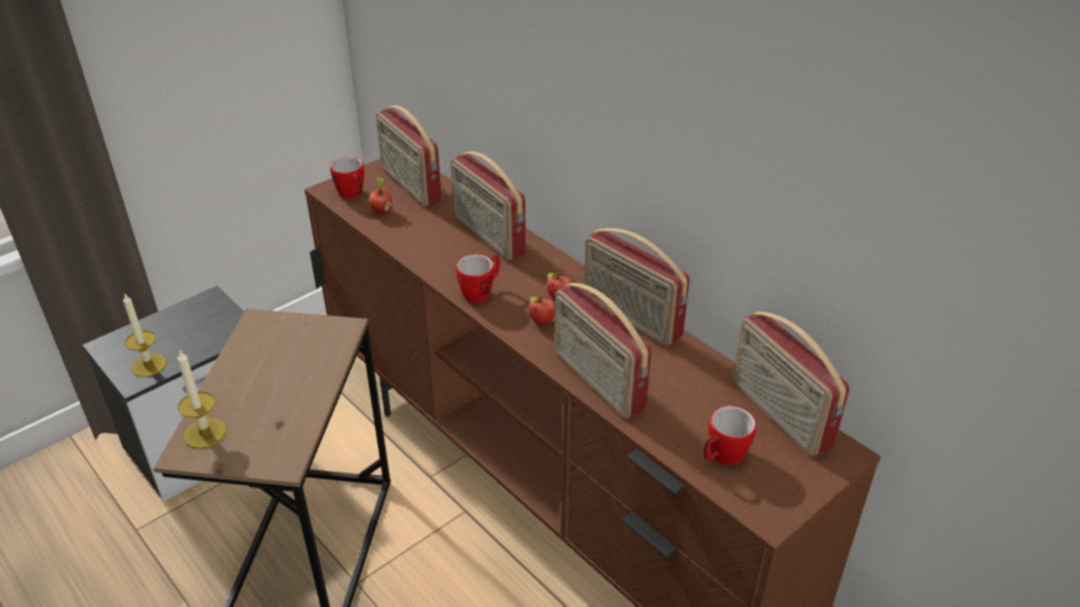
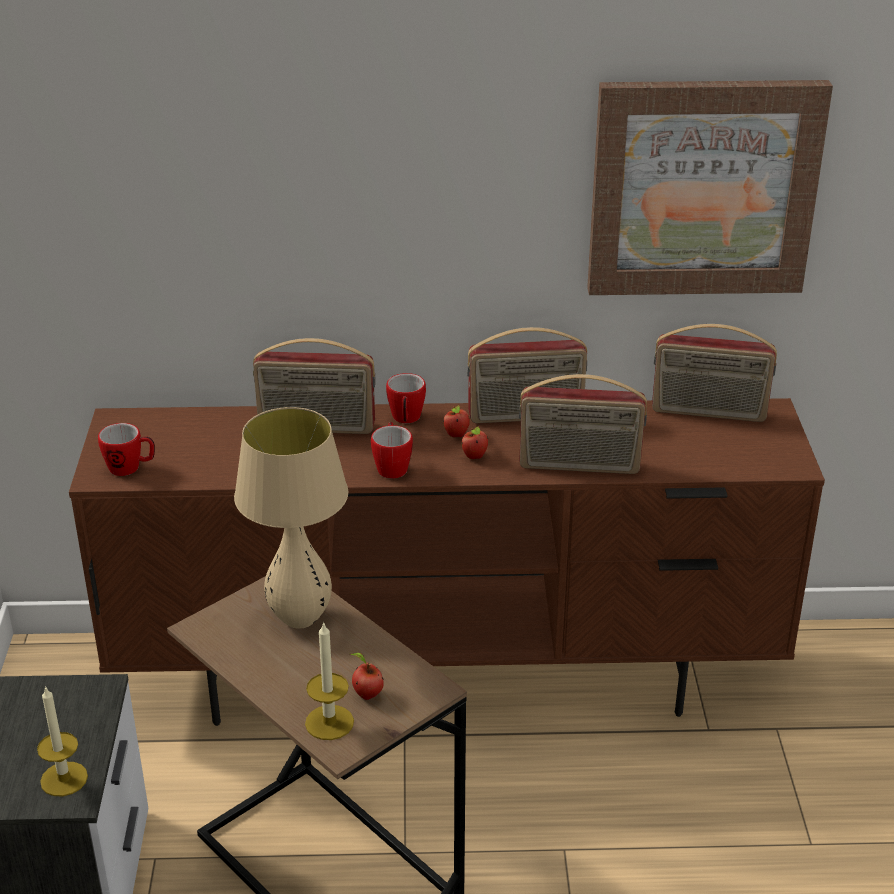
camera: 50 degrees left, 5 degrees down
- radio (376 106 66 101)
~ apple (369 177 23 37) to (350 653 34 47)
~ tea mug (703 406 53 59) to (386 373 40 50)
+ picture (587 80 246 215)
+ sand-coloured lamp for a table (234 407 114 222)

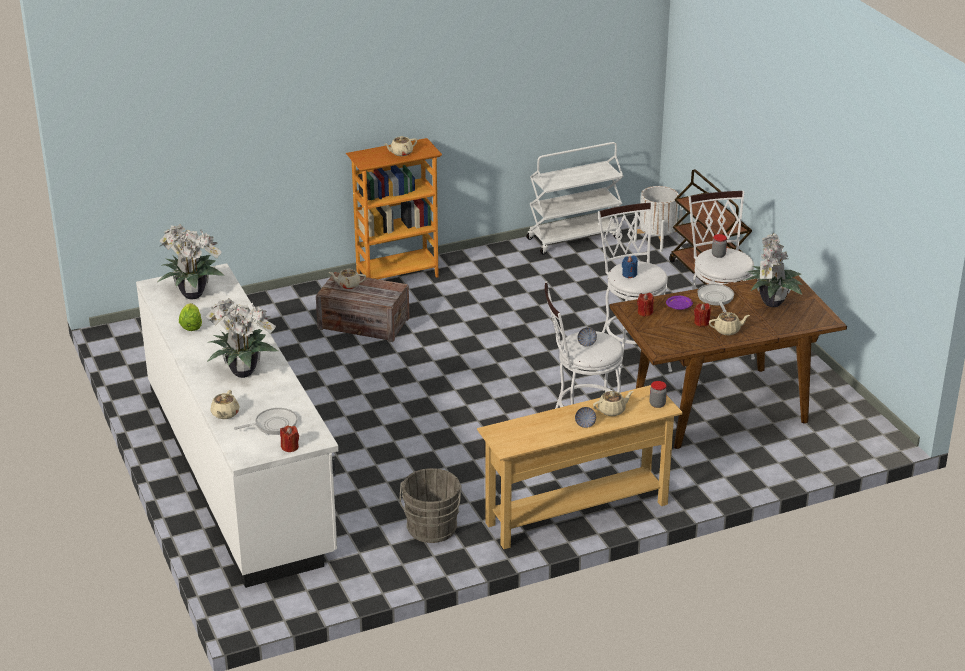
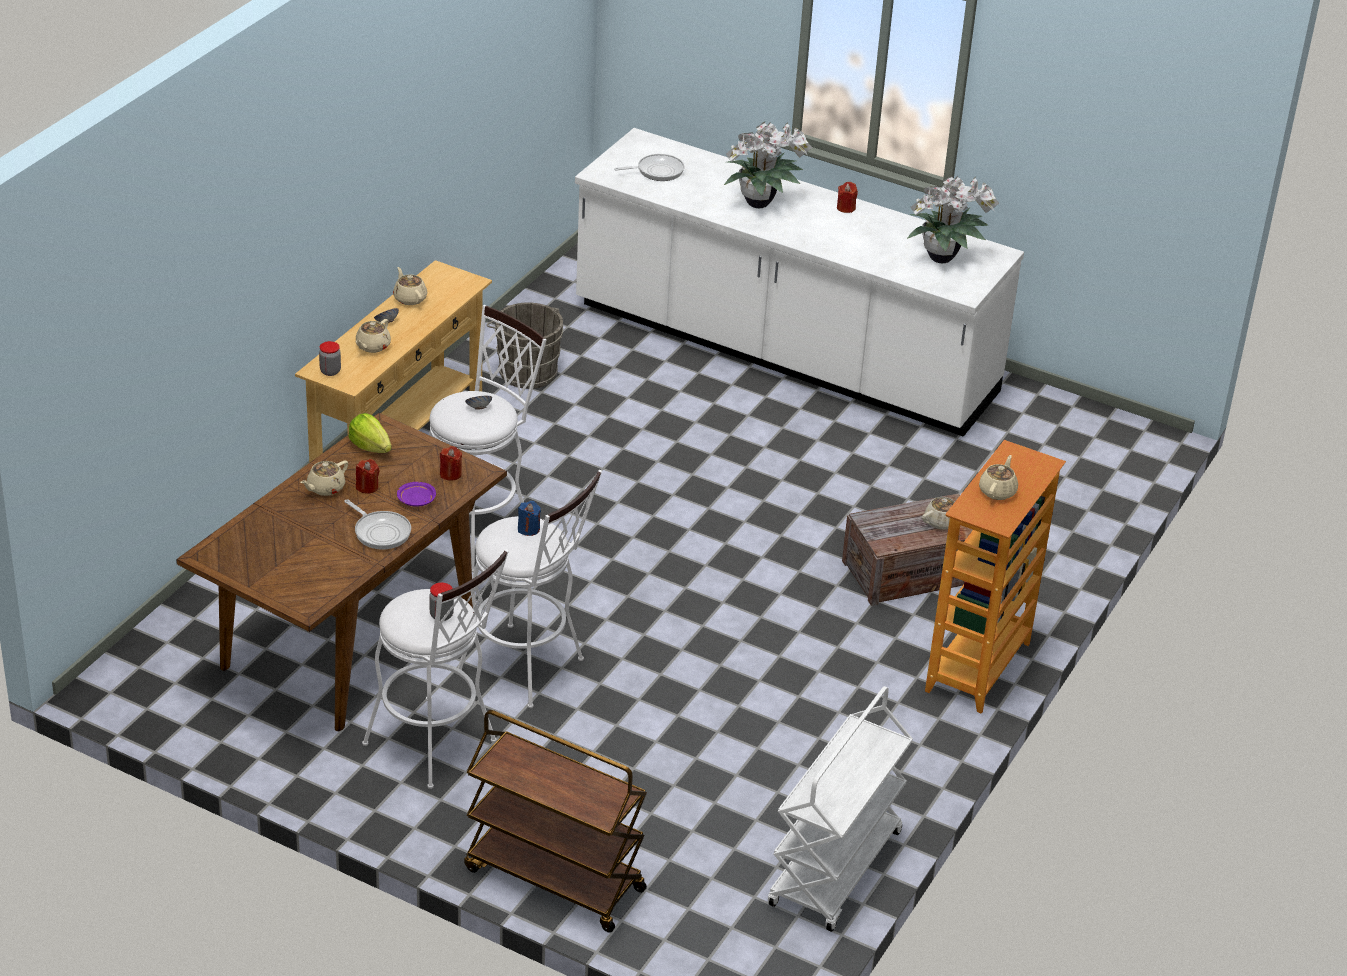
camera: 140 degrees right, 5 degrees up
- white flower pot (634 186 49 66)
- potted plant (743 232 60 75)
~ lettuce (179 303 23 28) to (348 413 44 40)
~ sand-coloured tea pot (210 390 29 29) to (393 267 35 38)
~ frying pan (234 408 63 27) = (614 154 70 27) 135 degrees counterclockwise
~ red candle (280 425 19 27) to (837 182 21 31)

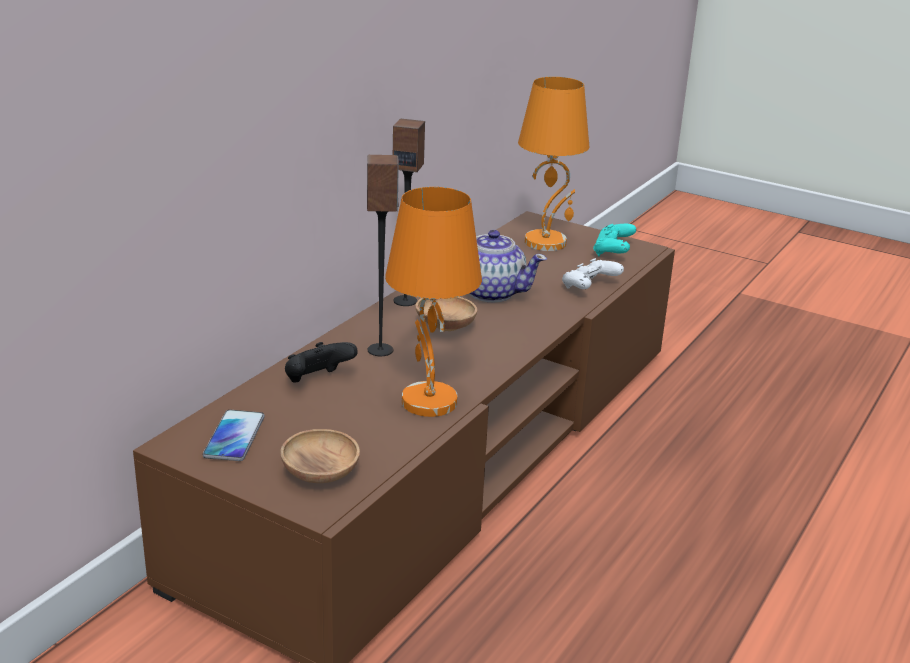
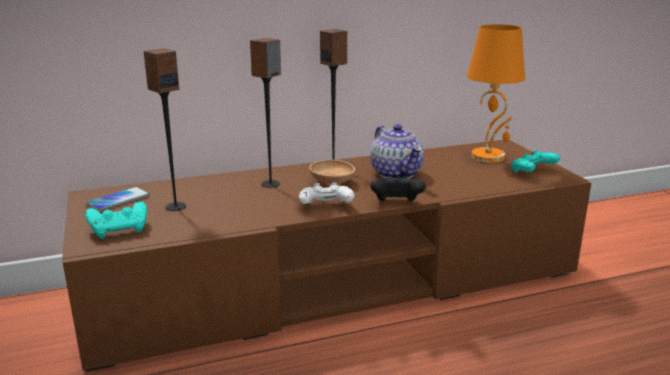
camera: 40 degrees right, 5 degrees down
- orange-coloured lamp for a table (385 187 97 230)
~ white joypad (562 258 62 31) to (299 183 55 21)
~ black-coloured joypad (285 342 73 41) to (370 176 56 26)
~ brown-coloured deep dish (281 429 79 54) to turquoise-coloured joypad (85 201 62 38)
+ loudspeaker (144 48 42 163)

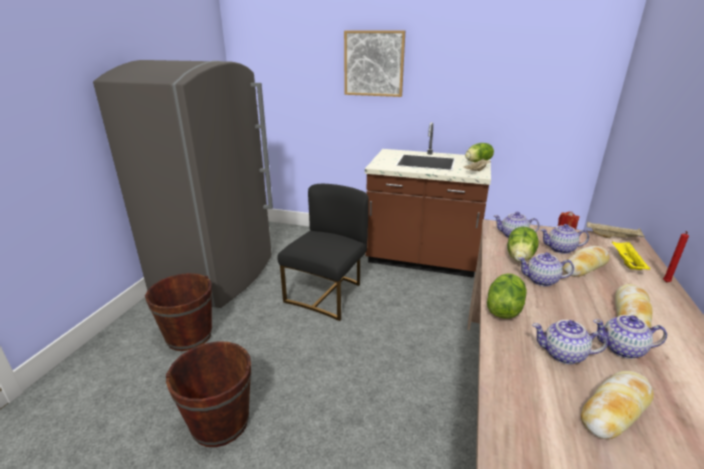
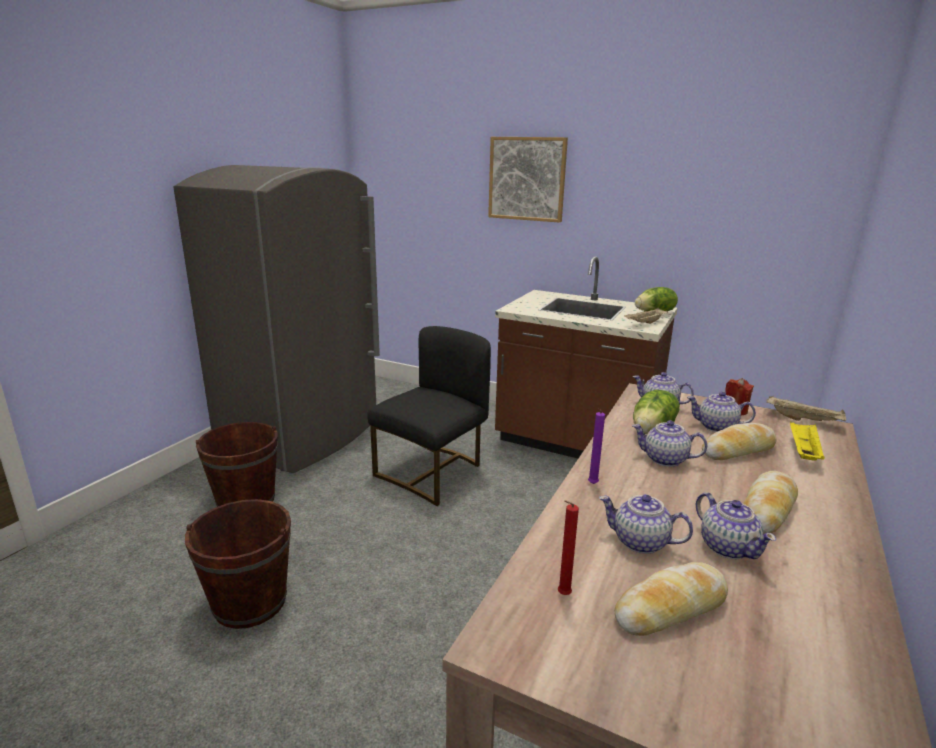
camera: 10 degrees right, 5 degrees down
~ red candle (663 231 26 52) to (558 500 21 95)
~ lettuce (487 273 40 46) to purple-coloured candle (588 409 17 75)
~ tea pot (594 315 73 44) = (696 492 80 67) 135 degrees counterclockwise

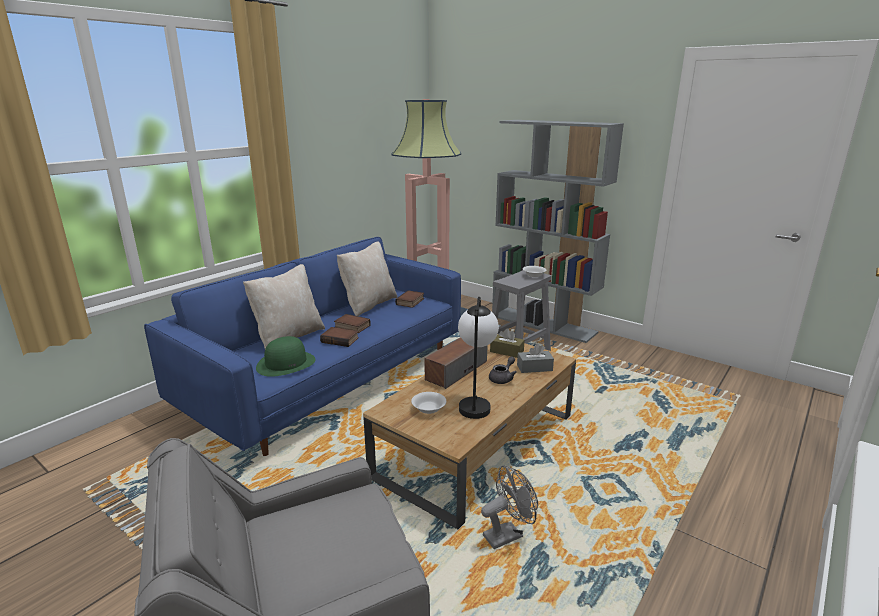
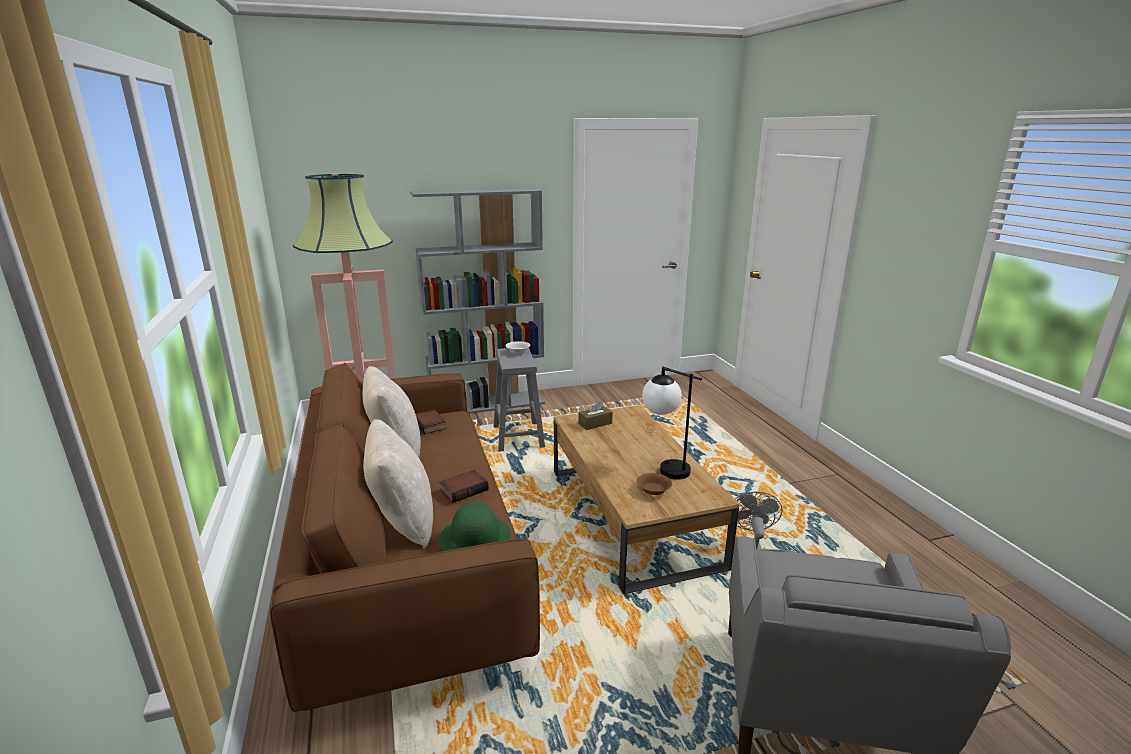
camera: 55 degrees left, 0 degrees up
~ blue couch (144 237 317 219) to brown-coloured couch (270 363 270 349)
- bound book (334 314 37 19)
- loudspeaker (424 337 64 52)
- gray tissue box (517 344 37 29)
- gray tea pot (489 356 28 28)
~ white deep dish (411 392 35 22) to brown-coloured deep dish (637 473 35 22)

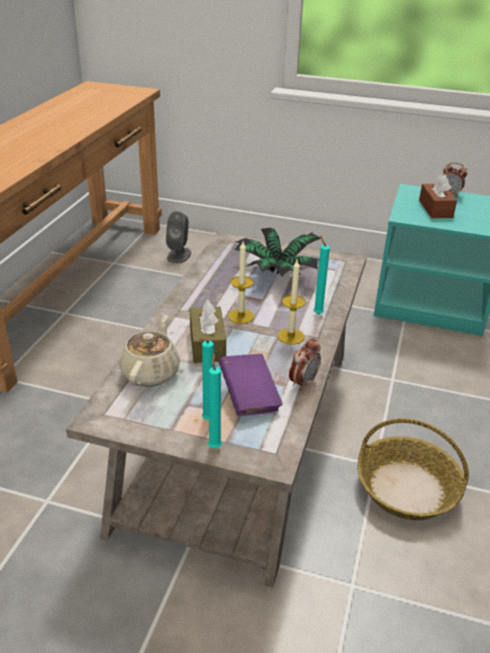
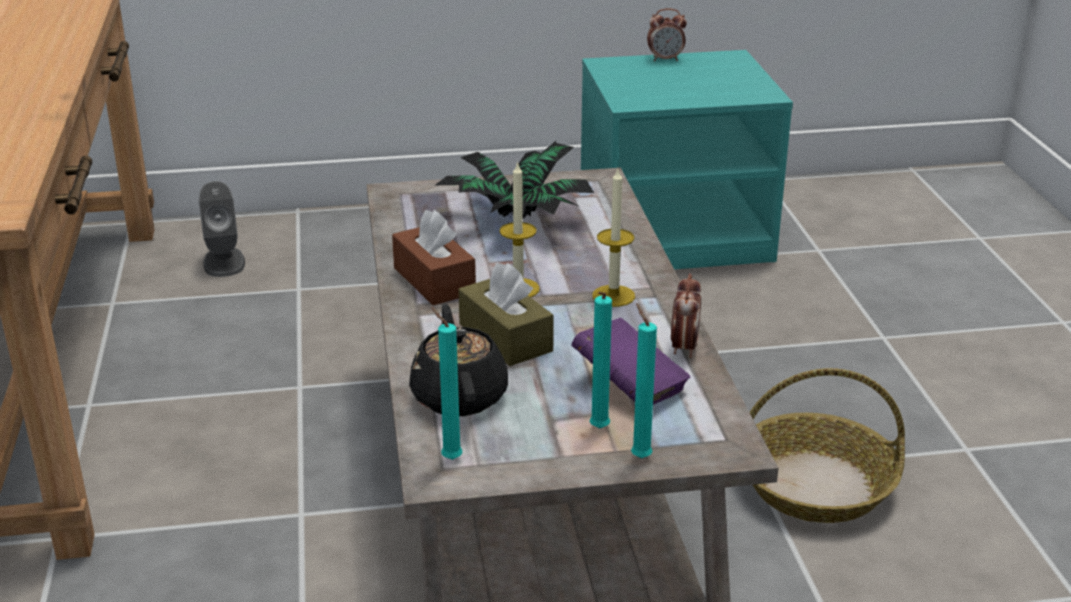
camera: 25 degrees left, 5 degrees down
~ brown-coloured tissue box (419 174 38 44) to (392 210 84 95)
~ turquoise-coloured candle (314 235 16 79) to (431 307 31 153)
~ sand-coloured tea pot (119 316 61 71) to black-coloured tea pot (409 304 99 112)

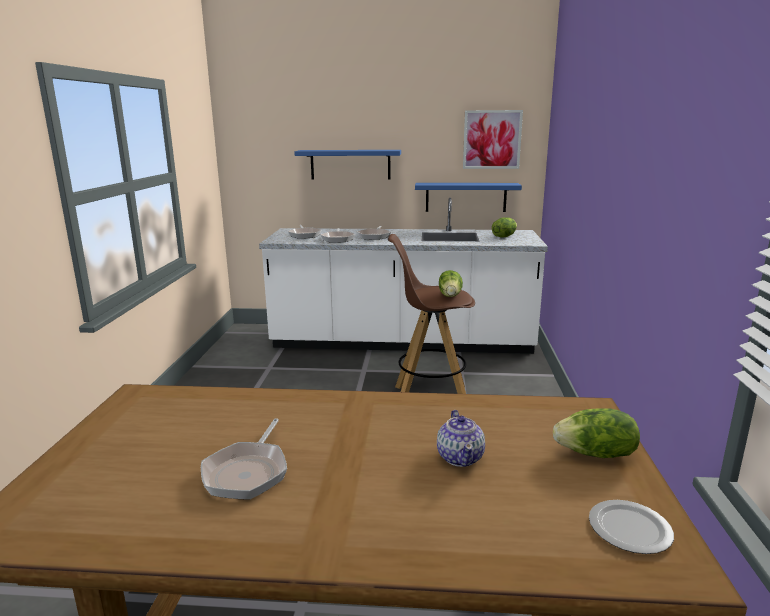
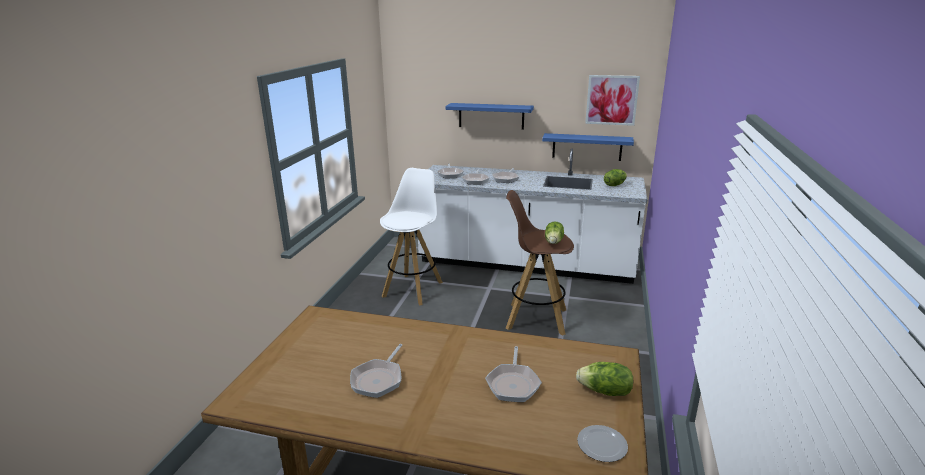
camera: 10 degrees right, 5 degrees up
~ tea pot (437 410 48 57) to frying pan (485 346 57 56)
+ white stool (380 168 63 138)

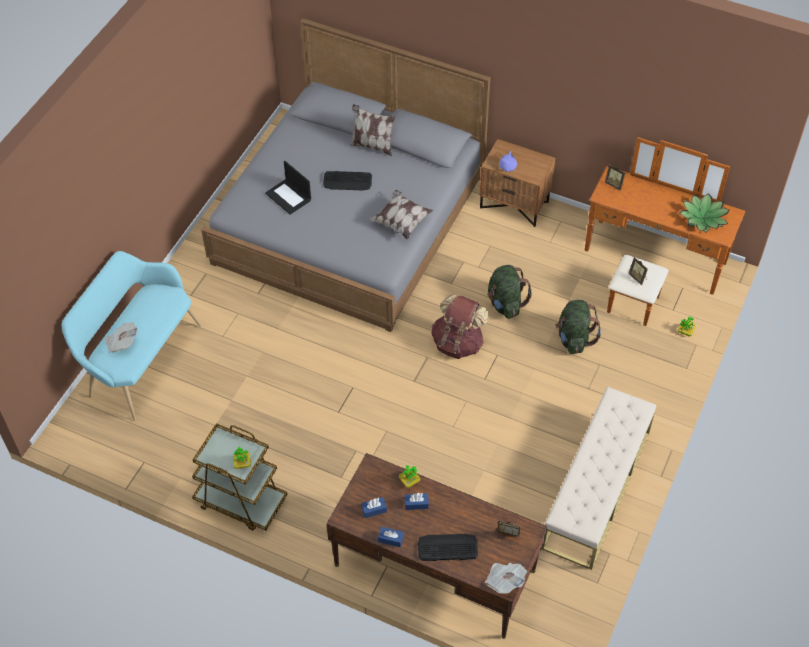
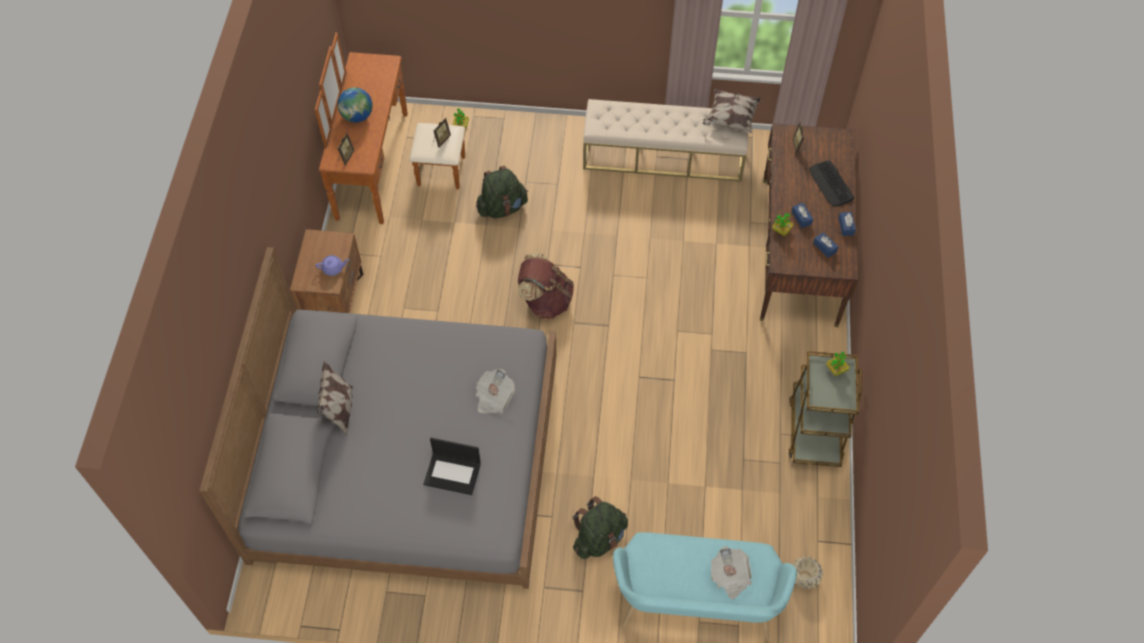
camera: 110 degrees left, 5 degrees up
~ laptop (265 161 46 54) = (423 438 58 57) 75 degrees clockwise
- PC keyboard (323 171 49 20)
~ pillow (370 190 64 50) to (702 89 59 44)
- potted plant (680 193 50 39)
~ green-coloured backpack (487 265 45 54) to (573 496 55 63)
~ printed paper (485 563 42 31) to (476 369 39 45)
+ world globe (338 88 35 35)
+ sand-coloured flower pot (792 556 31 34)

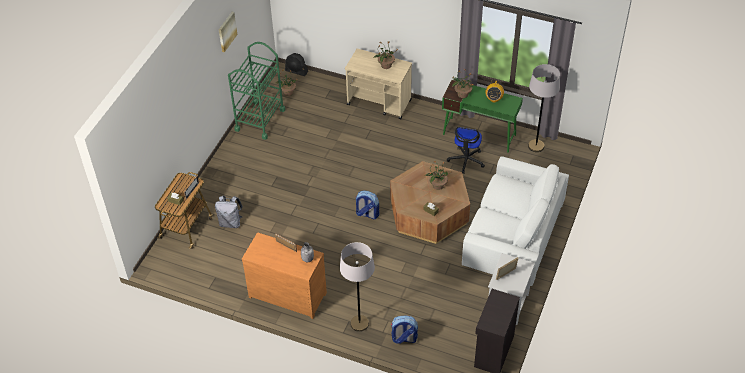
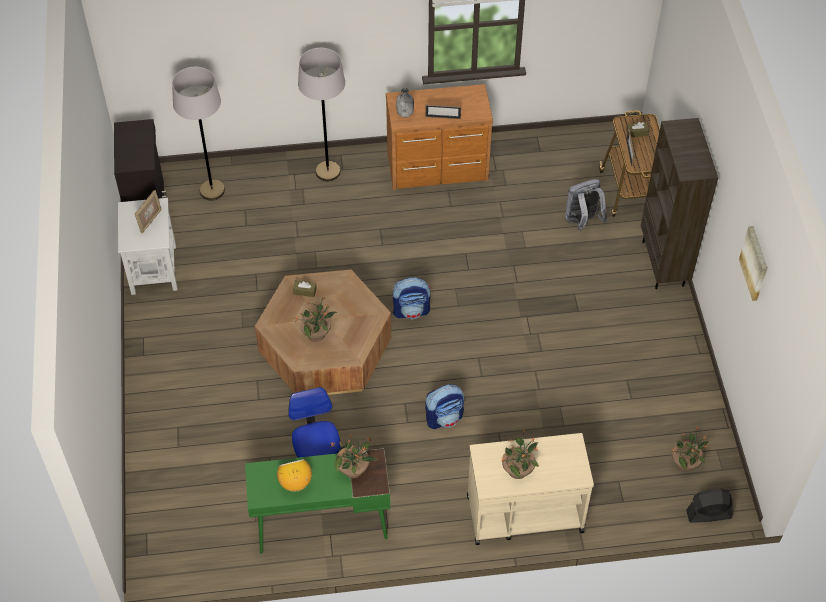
camera: 150 degrees right, 5 degrees up
- green-coloured trolley (228 42 57 98)
~ gray floor lamp (528 64 32 88) to (172 67 53 133)
- white couch (462 156 107 130)
~ backpack (391 315 27 29) to (425 384 39 45)
+ brown-coloured shelving unit (641 118 77 171)

